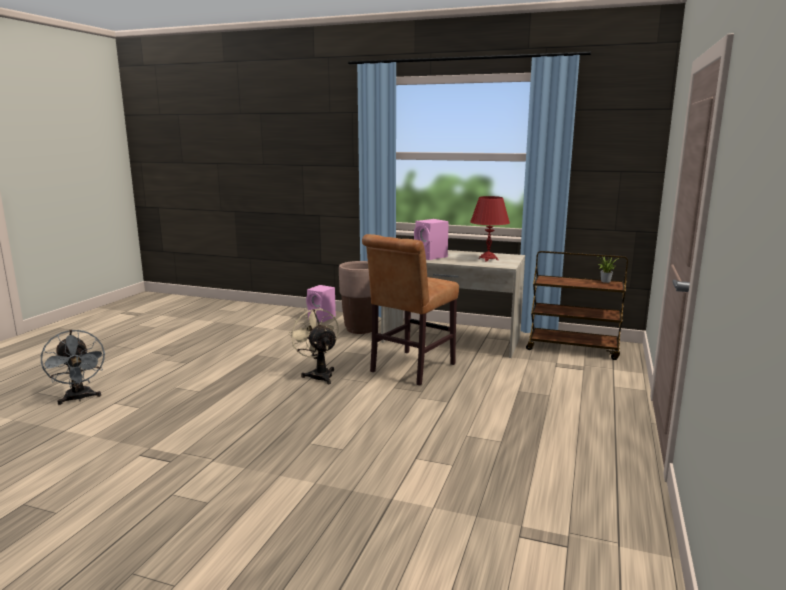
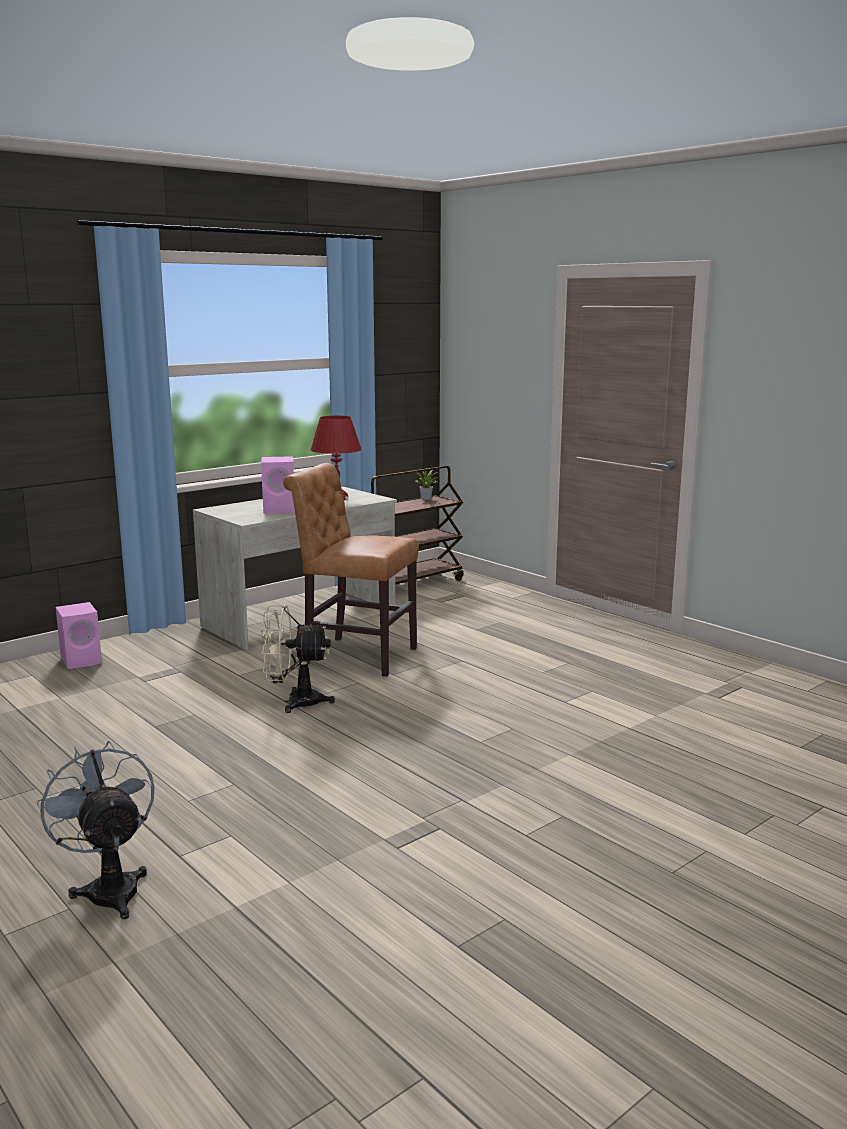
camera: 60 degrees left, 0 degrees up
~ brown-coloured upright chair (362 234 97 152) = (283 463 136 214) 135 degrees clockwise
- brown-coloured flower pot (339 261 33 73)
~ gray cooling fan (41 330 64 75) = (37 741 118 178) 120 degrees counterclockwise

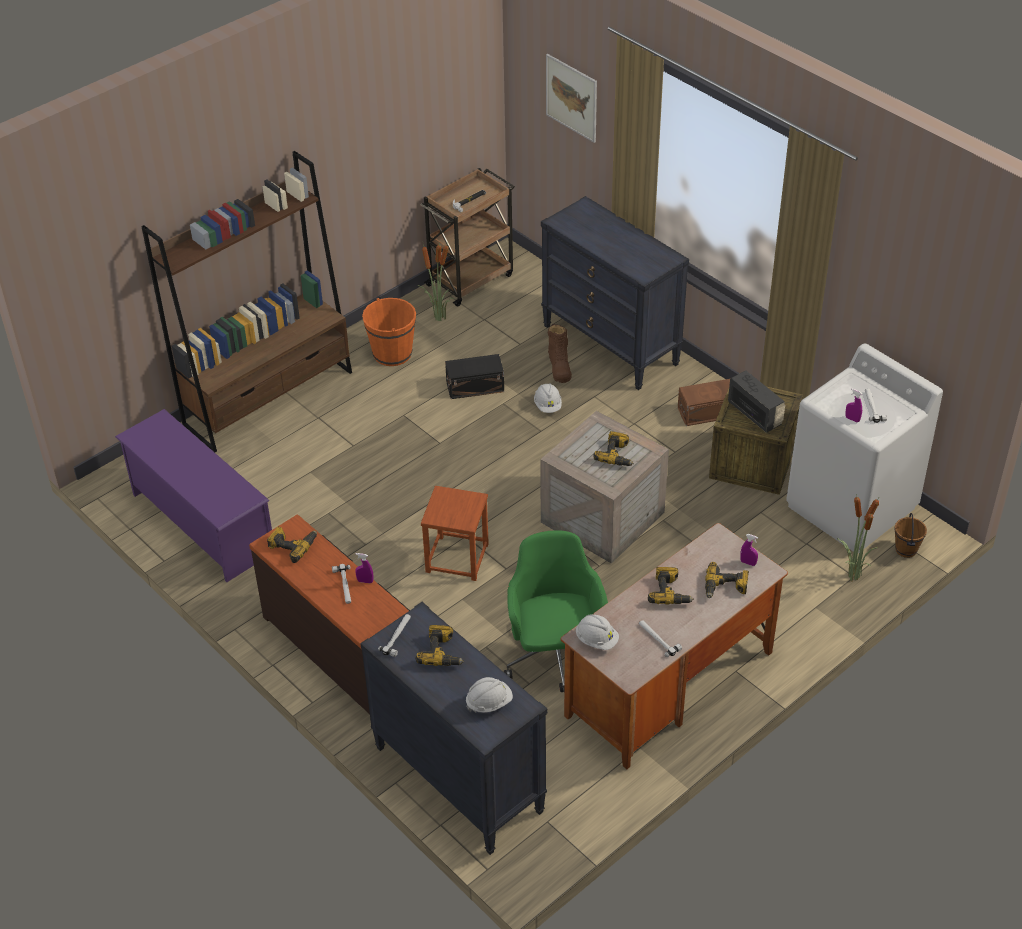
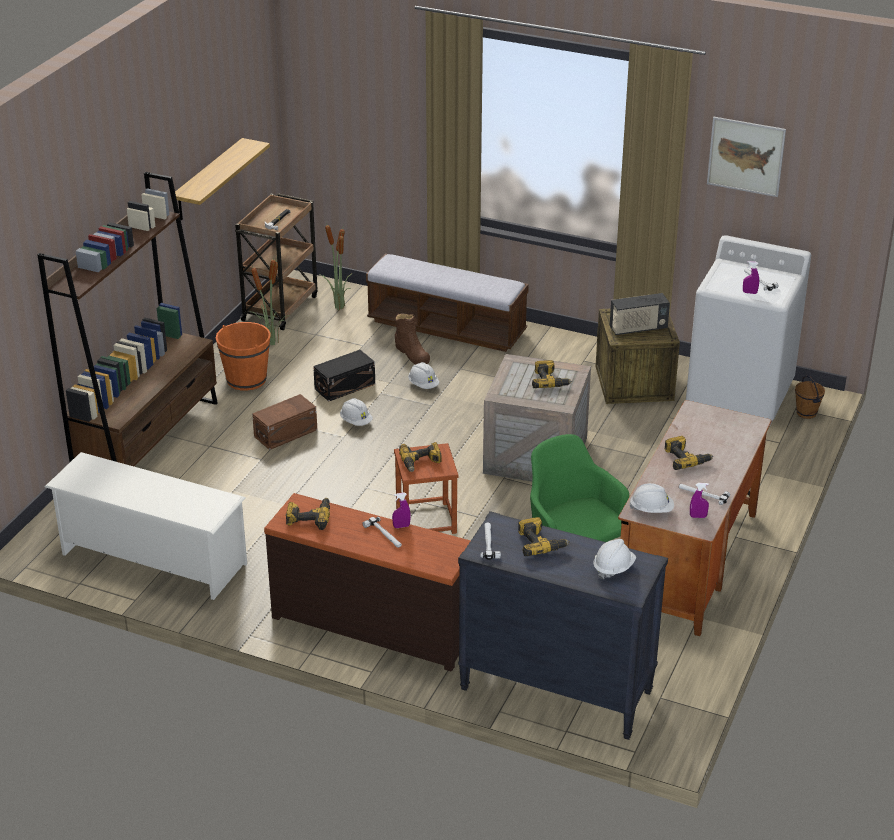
camera: 25 degrees left, 10 degrees down
~ picture (546 54 51 89) to (707 117 79 80)
~ black-coloured chest of drawers (541 196 148 194) to bench (366 254 163 98)
~ radio (728 370 57 63) = (610 293 60 42) 135 degrees clockwise
~ brown-coloured storage container (678 379 52 47) to (252 394 65 56)
~ purple-coloured shoe shelf (115 409 157 173) to white shoe shelf (45 452 202 148)
~ potted plant (837 494 43 87) to (319 223 33 88)
~ purple-coloured sprayer (740 534 18 32) to (690 483 19 35)
~ power drill (705 562 44 36) to (399 442 43 30)
+ wall shelf (175 138 95 82)
+ white safety helmet (340 398 33 28)

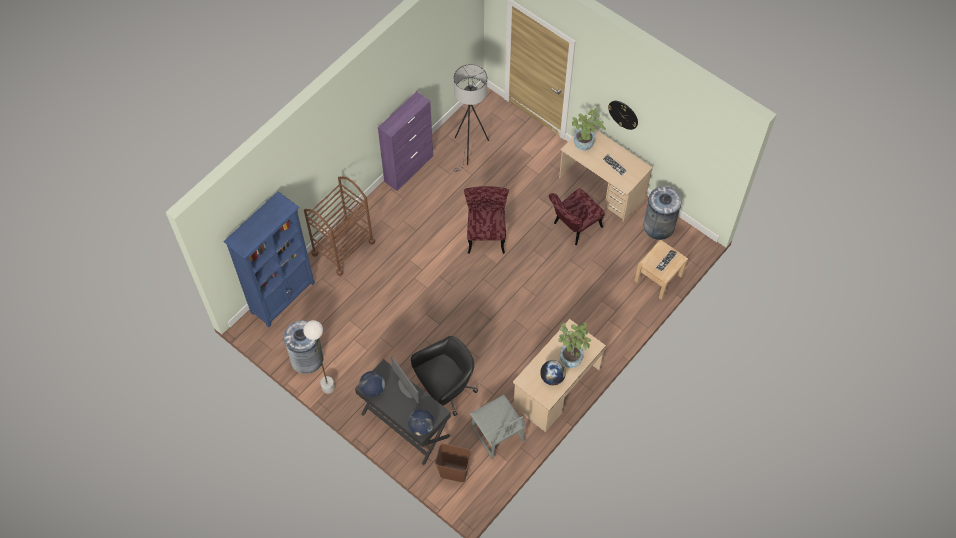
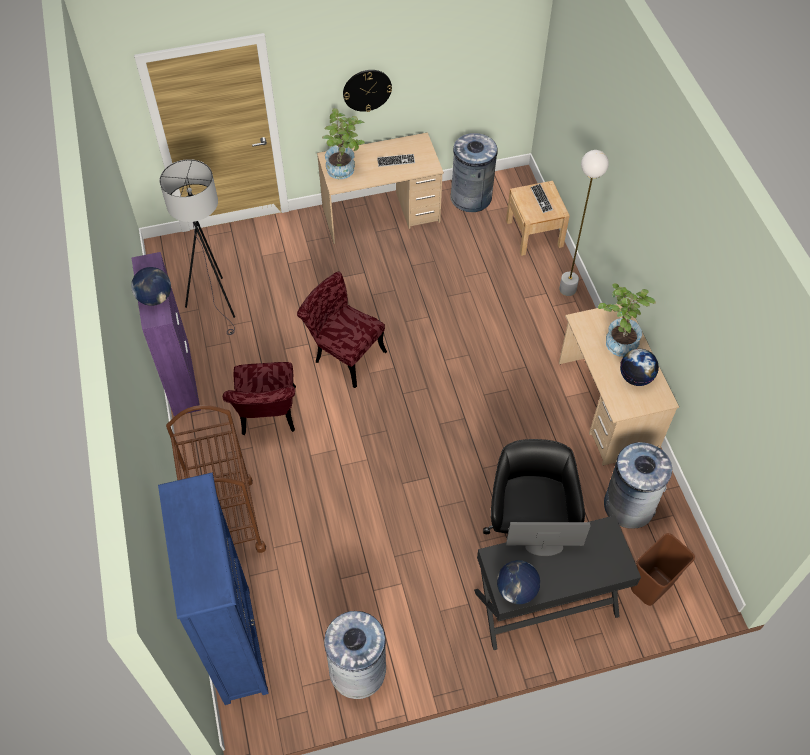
camera: 55 degrees left, 5 degrees down
~ red upright chair (549 188 56 57) to (223 362 73 73)
~ white floor lamp (303 320 32 74) to (559 150 50 146)
~ gray upright chair (470 395 56 65) to gray waste bin (604 442 68 87)
~ world globe (408 409 26 27) to (131 267 40 39)

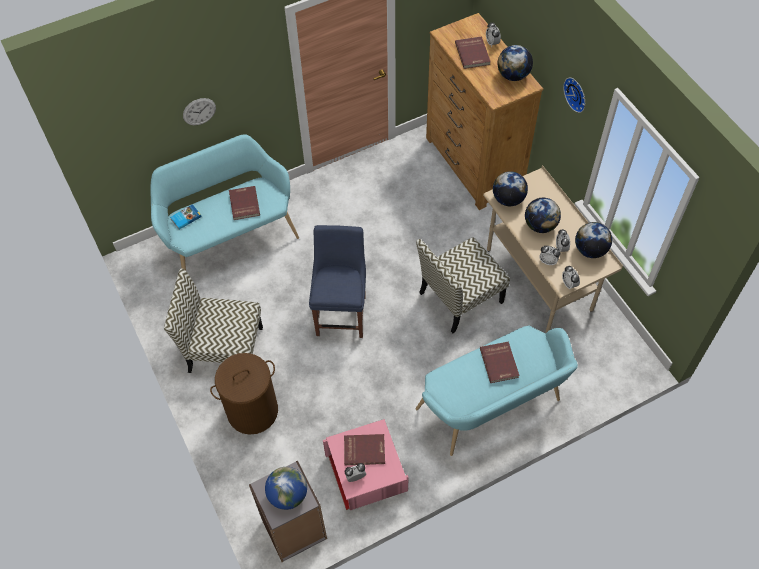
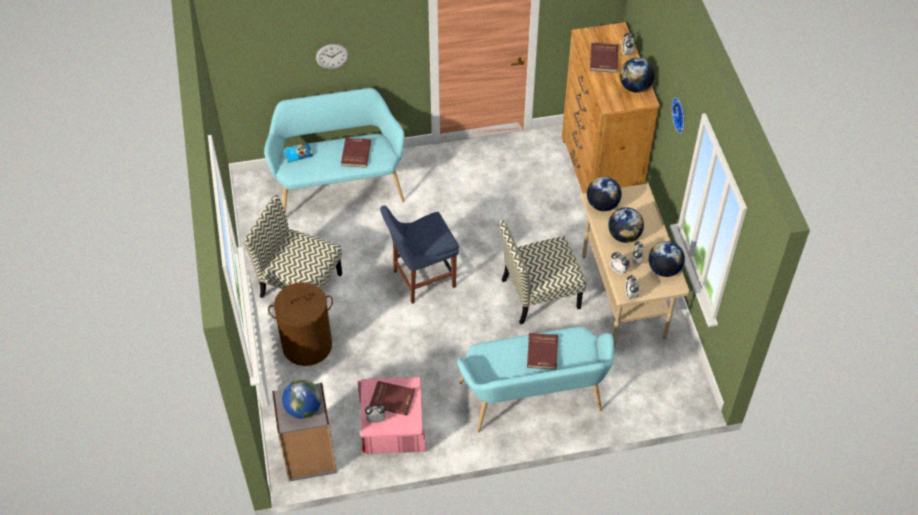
camera: 15 degrees right, 5 degrees down
~ blue upright chair (309 225 57 113) = (380 205 79 99) 135 degrees counterclockwise

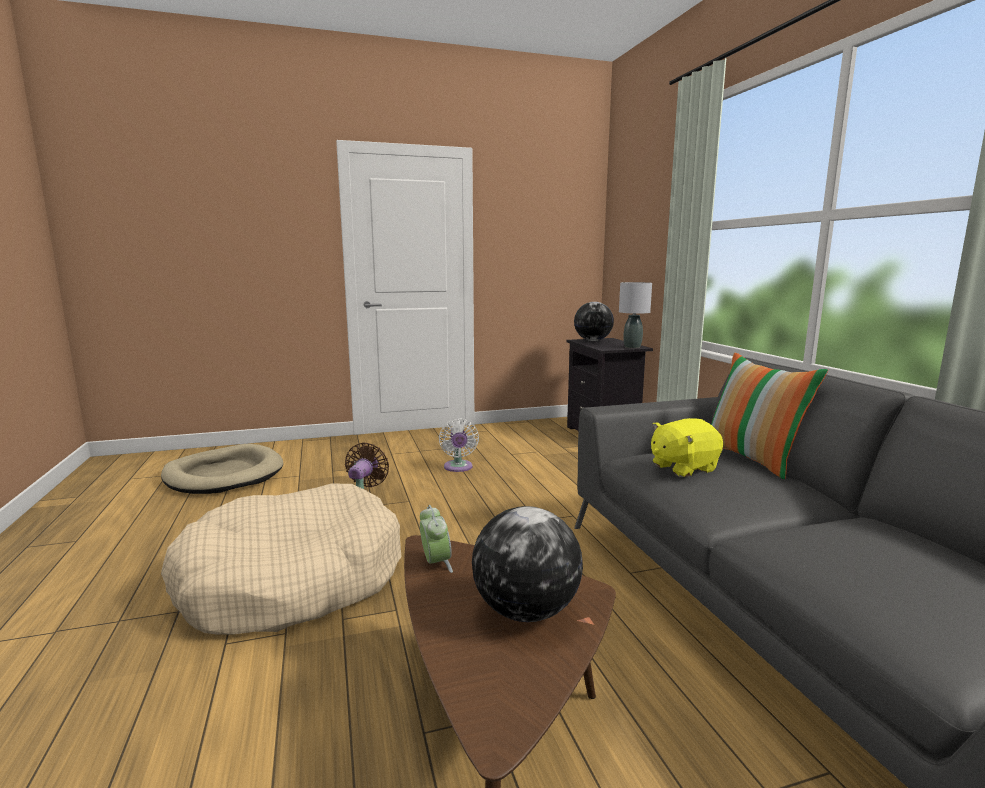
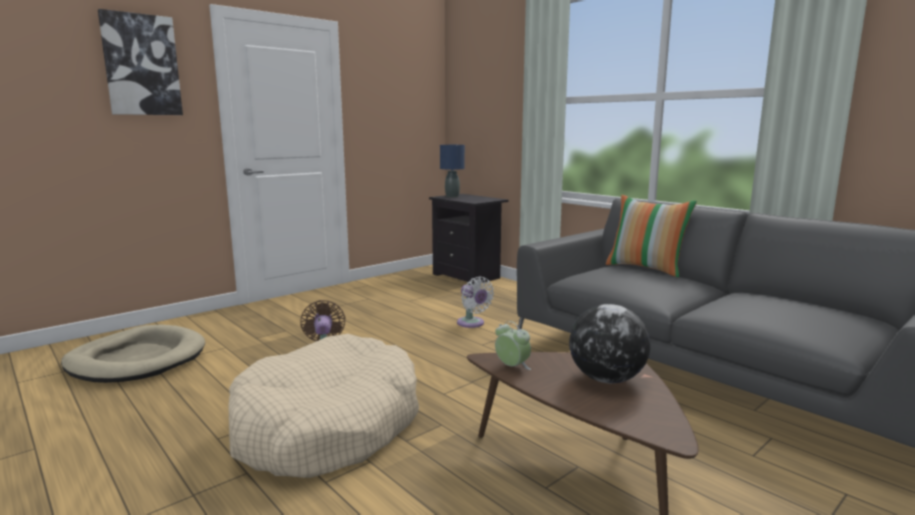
camera: 25 degrees left, 0 degrees up
- gray lamp for a table (619 282 33 66)
~ world globe (574 302 40 39) to blue lamp for a table (440 145 25 52)
- yellowish plush toy (651 418 72 59)
~ white cooling fan (439 419 40 53) to (457 276 37 52)
+ picture (98 9 85 106)

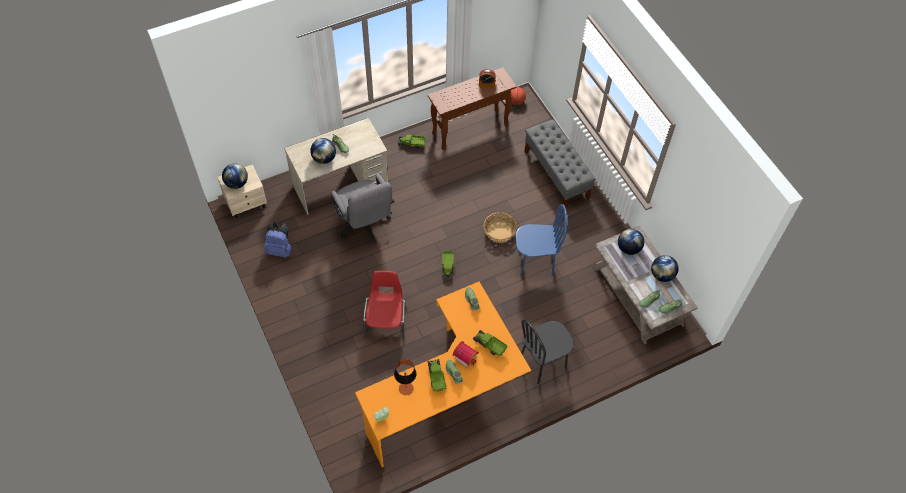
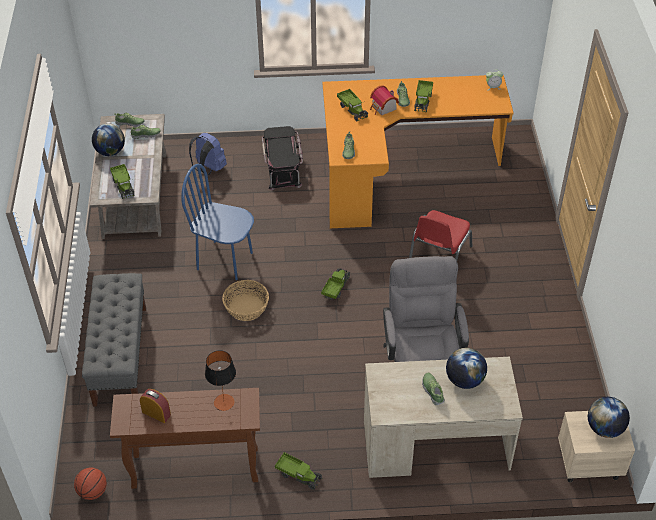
camera: 155 degrees left, 10 degrees down
~ blue backpack (264 222 28 36) to (189 133 38 42)
~ world globe (618 229 26 26) to toy lorry (110 164 25 35)
~ black-coloured upright chair (521 319 53 65) to black-coloured storage container (262 126 41 64)
~ lamp for a table (394 359 22 36) to (205 350 31 61)

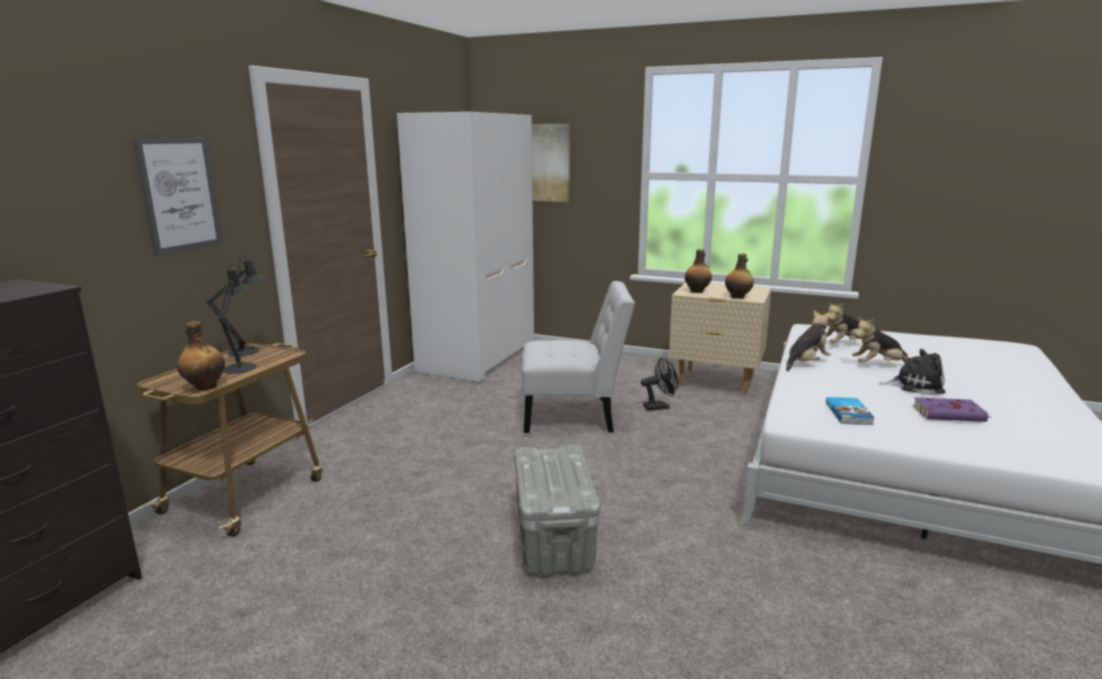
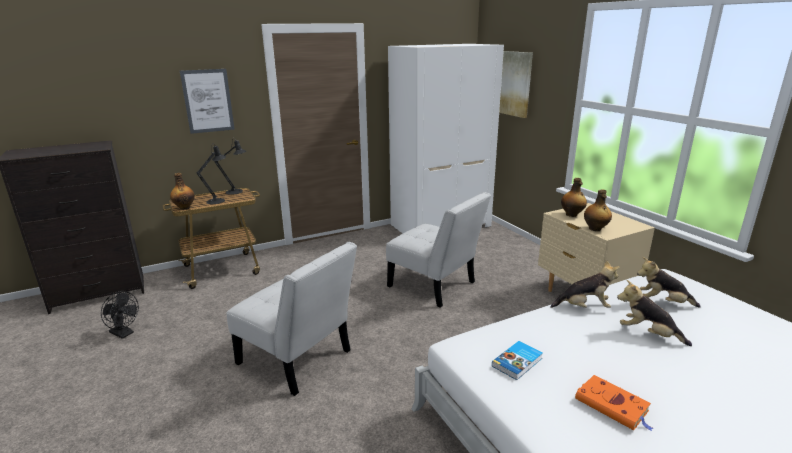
camera: 40 degrees right, 5 degrees up
- plush toy (879 349 67 46)
~ black-coloured cooling fan (641 357 37 53) to (101 291 38 48)
~ purple-coloured bound book (913 397 78 25) to orange-coloured bound book (575 375 79 56)
~ gray storage container (514 445 87 131) to white upright chair (227 242 130 154)

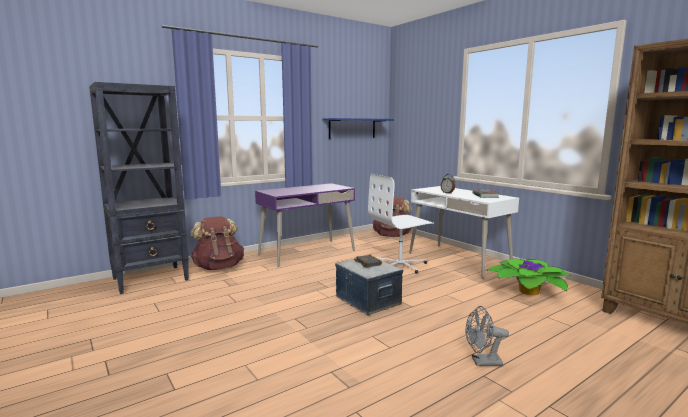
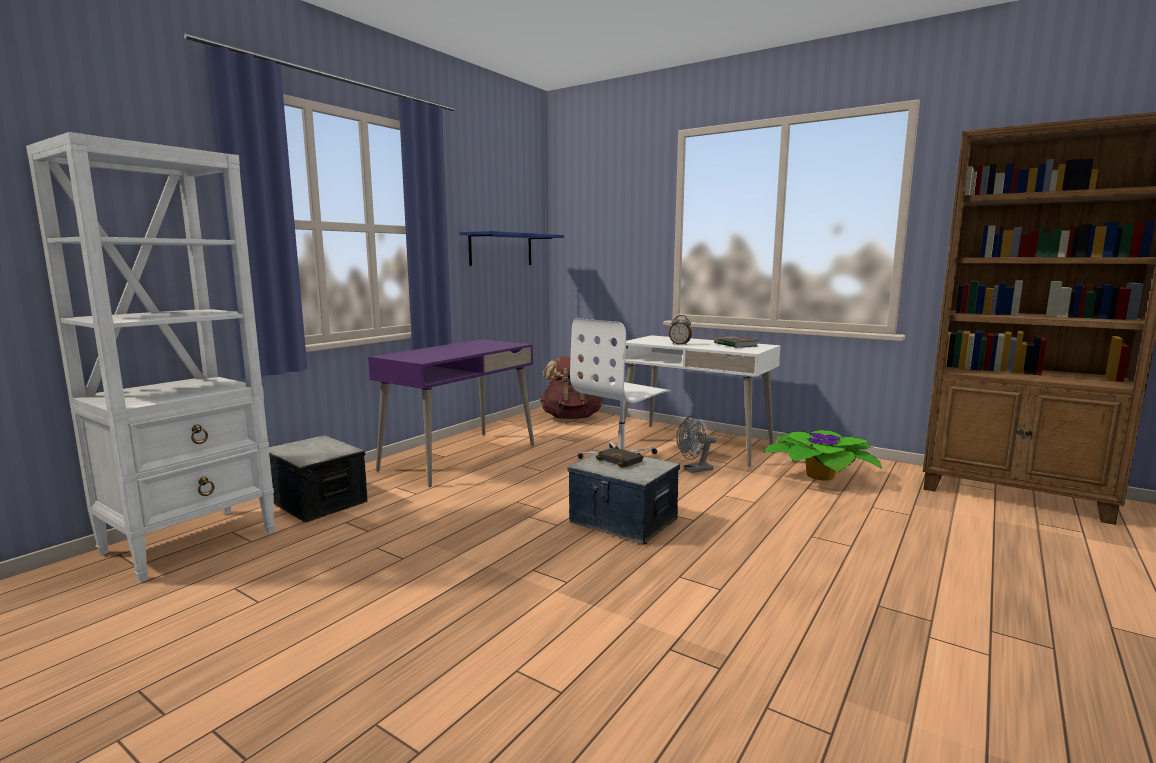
camera: 20 degrees left, 0 degrees up
~ black-coloured shelving unit (89 82 100 212) to white shelving unit (26 132 249 450)
~ brown-coloured backpack (190 216 54 54) to storage container (269 435 98 88)
~ gray cooling fan (466 306 43 60) to (677 416 40 57)

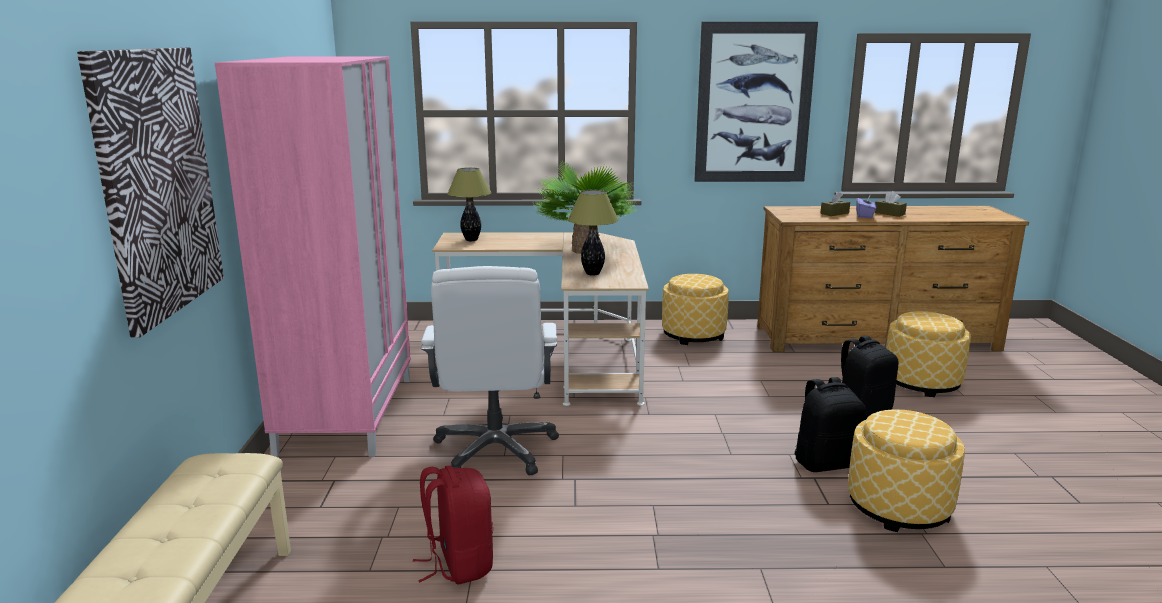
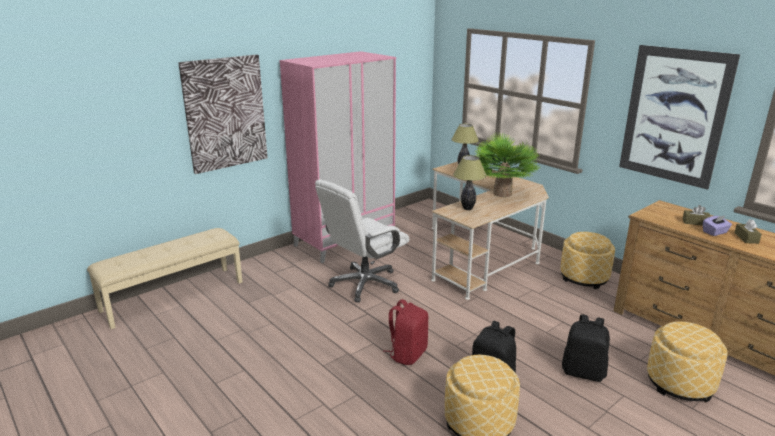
camera: 50 degrees right, 5 degrees up
~ red backpack (413 466 80 119) to (383 299 45 66)

